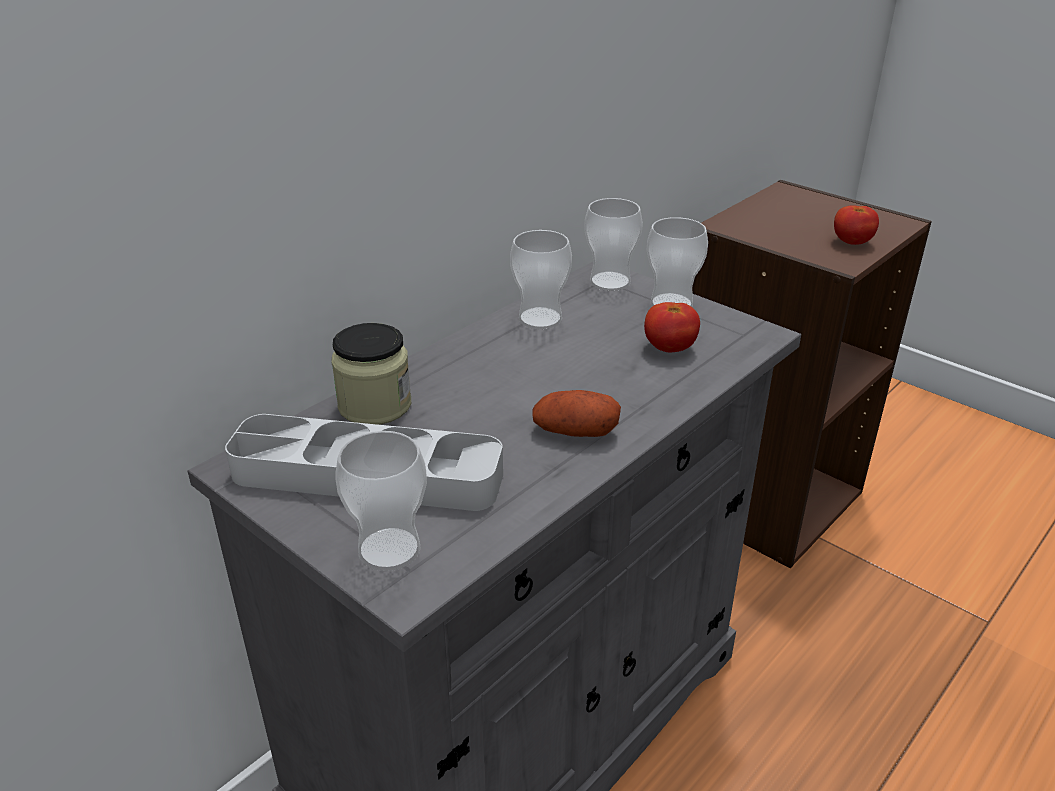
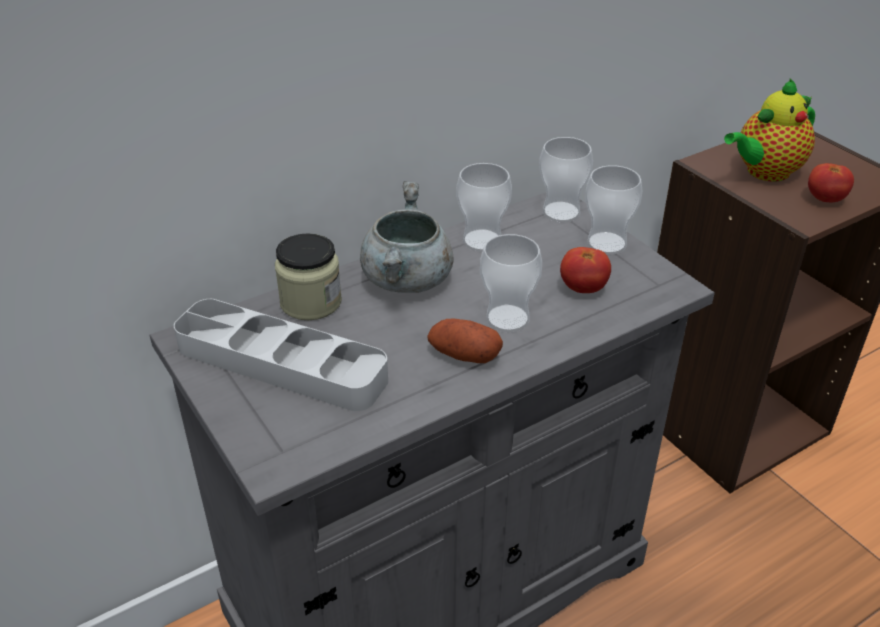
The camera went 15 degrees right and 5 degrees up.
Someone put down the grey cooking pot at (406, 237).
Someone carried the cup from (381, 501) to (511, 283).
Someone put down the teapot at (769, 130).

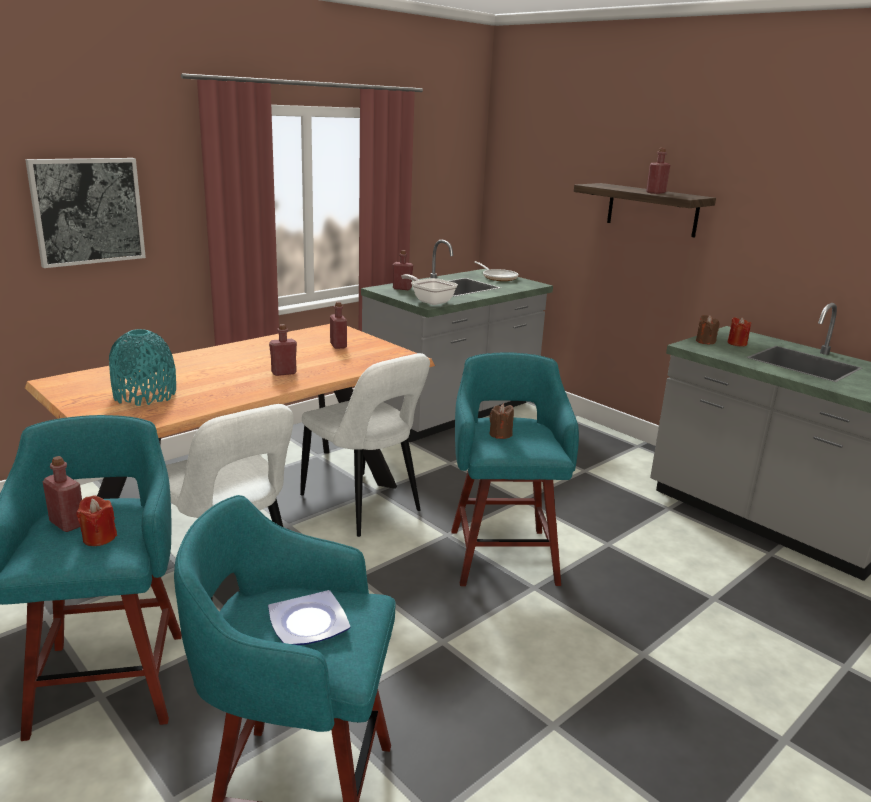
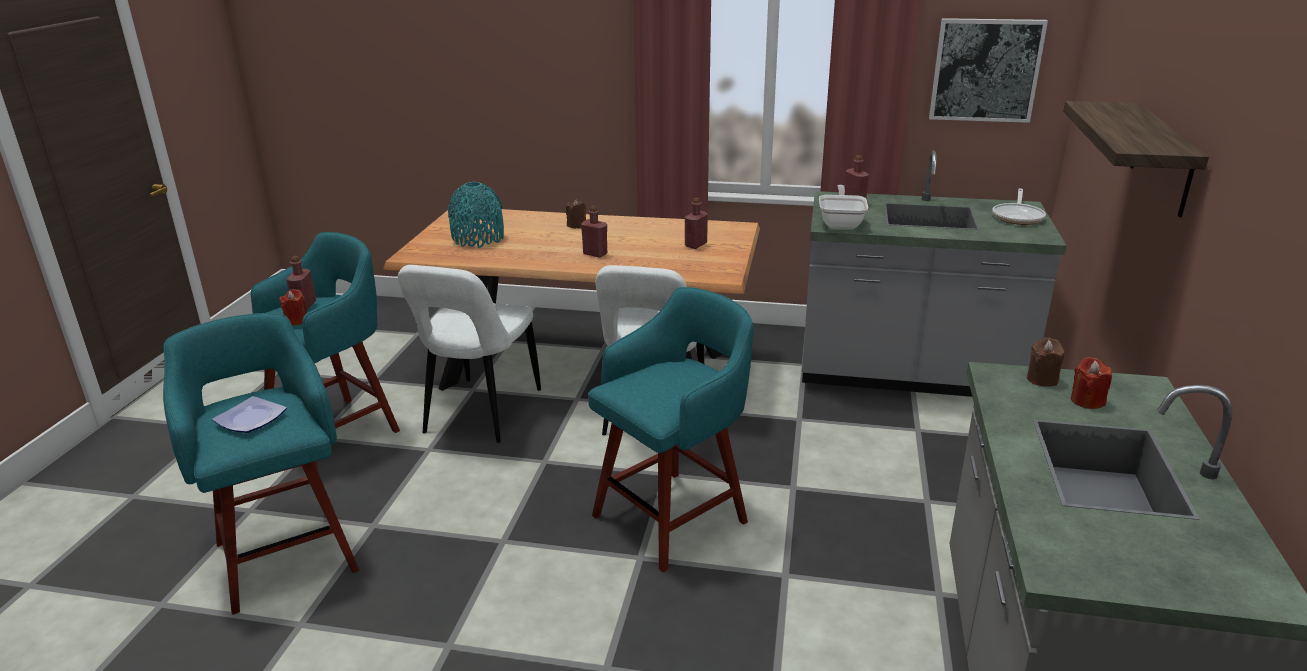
The camera went 55 degrees right and 5 degrees up.
Someone carried the brown candle from (501, 421) to (576, 213).
Someone carried the picture from (85, 213) to (988, 70).
Someone took away the red bottle at (658, 171).

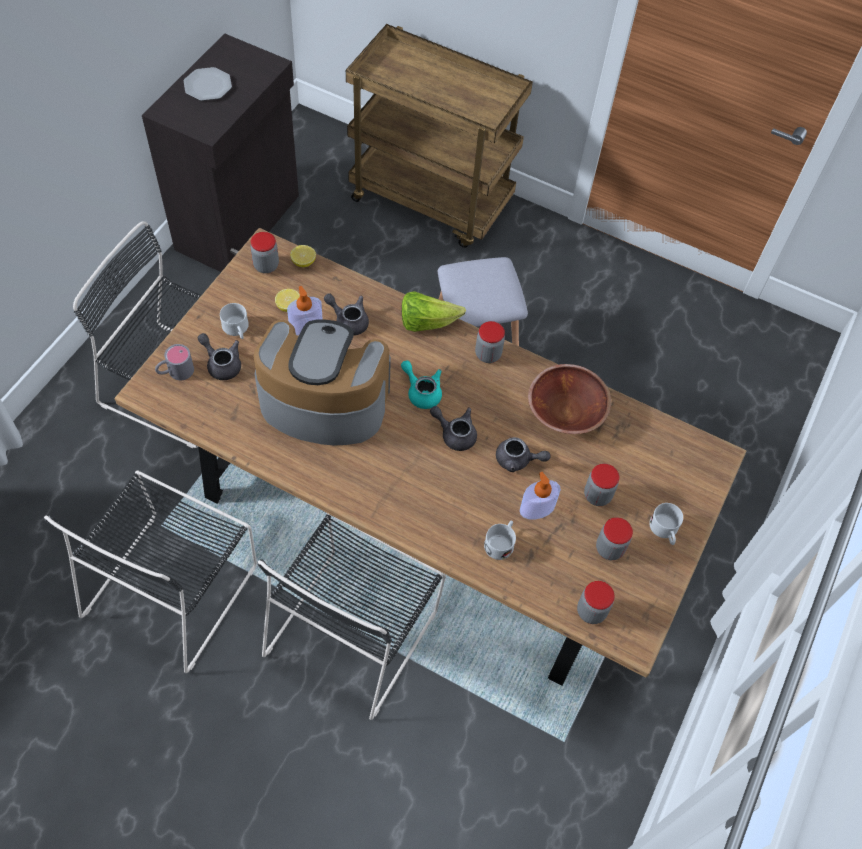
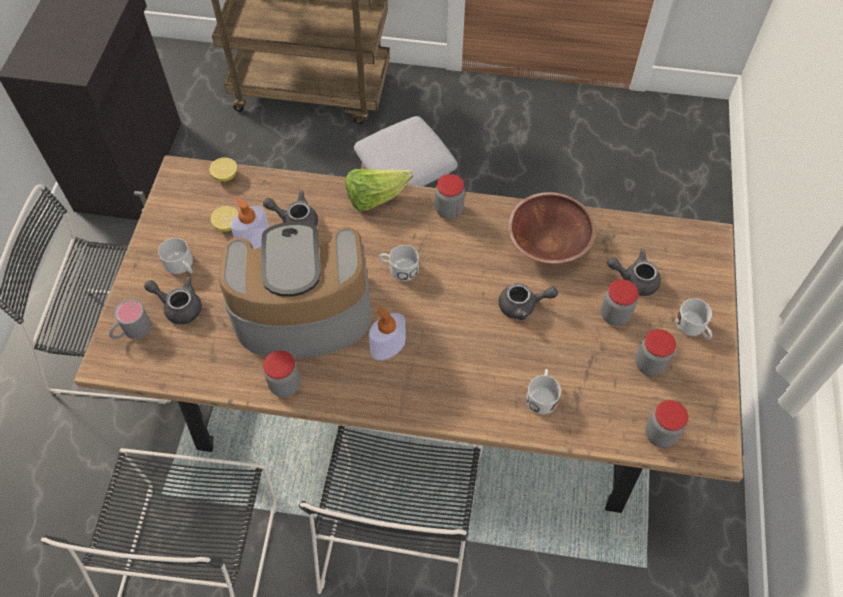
The camera went 15 degrees left and 0 degrees up.
Someone carried the jar from (264, 252) to (282, 373).
Someone carried the soap dispenser from (540, 496) to (387, 333).
Someone swapped the turquoise teapot at (421, 384) for the white mug at (399, 263).
Someone carried the grey teapot from (453, 428) to (634, 272).
Someone took away the plate at (208, 84).

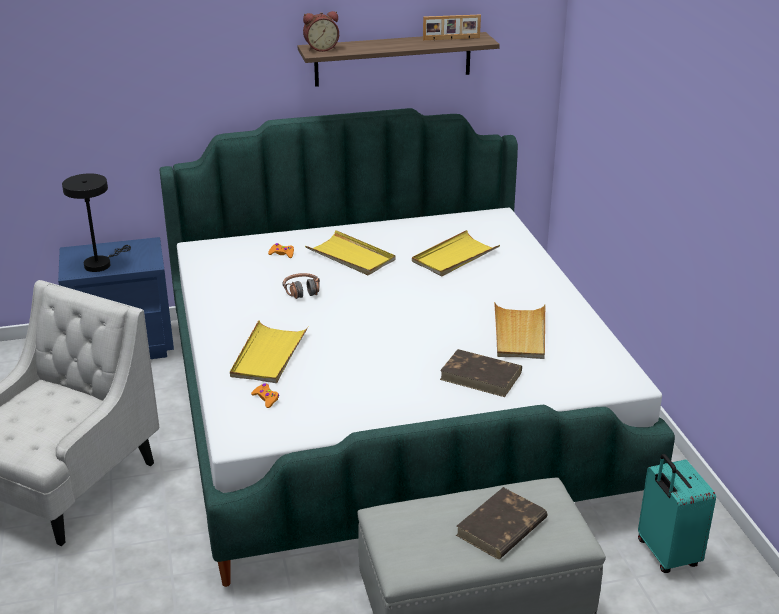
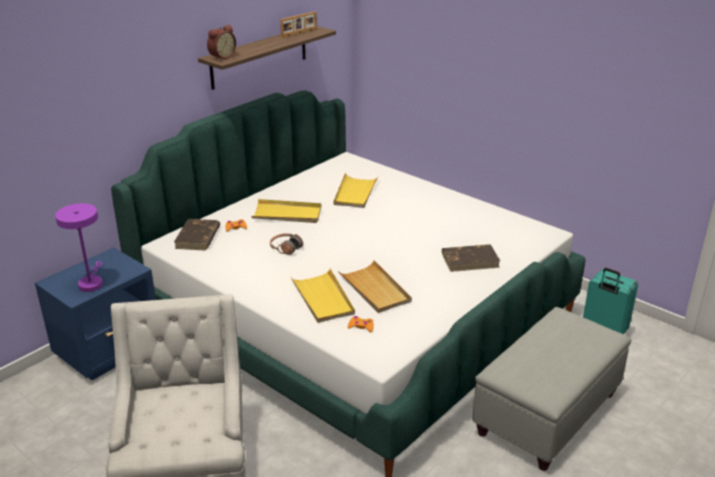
The camera went 35 degrees left and 0 degrees up.
Someone repainted the black table lamp at (96, 222), which became the purple table lamp at (79, 247).
Someone carried the brown book from (502, 523) to (197, 234).
Someone carried the beige tray from (519, 330) to (375, 286).

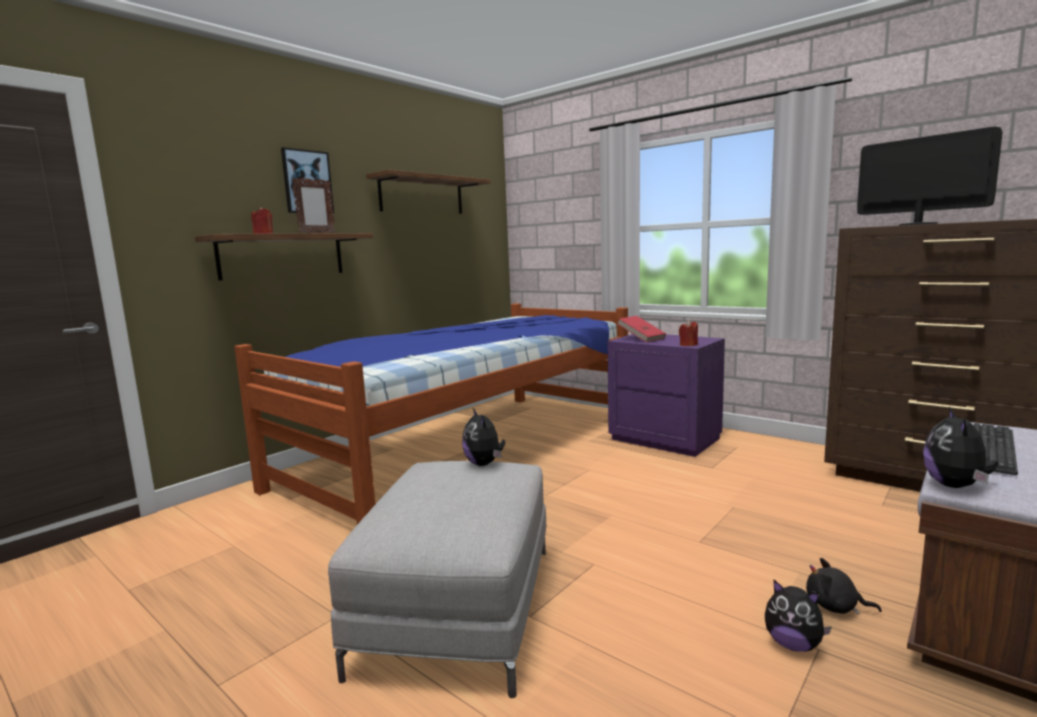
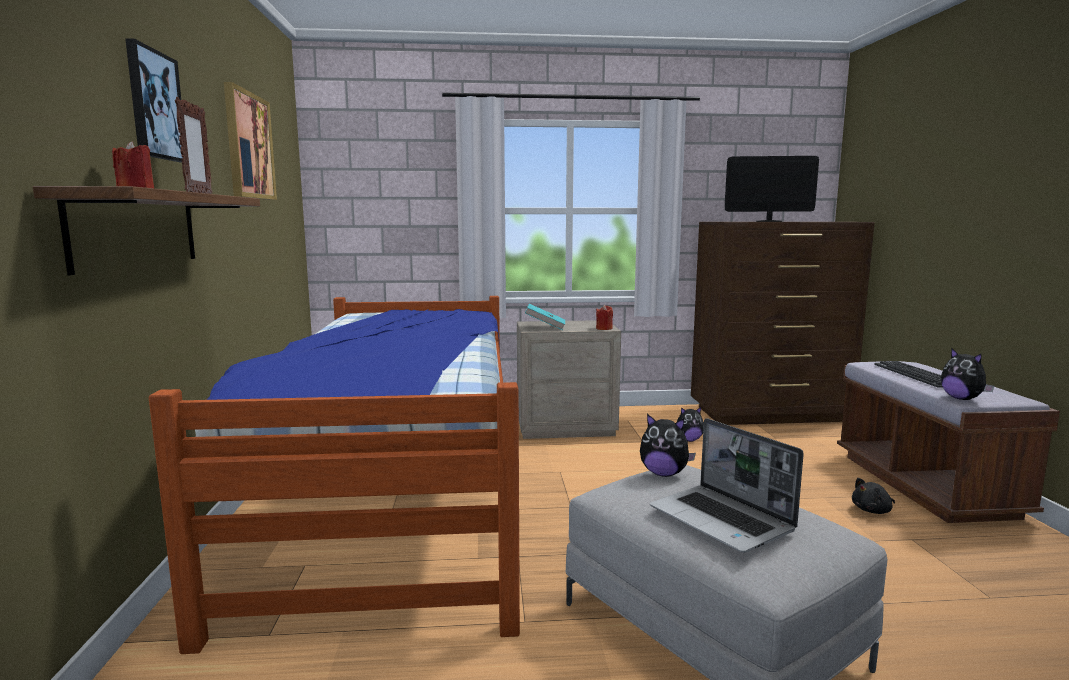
The camera went 45 degrees left and 0 degrees up.
Someone swapped the shelf at (428, 191) for the picture at (250, 141).
Someone repainted the purple nightstand at (666, 395), which became the beige nightstand at (569, 379).
Someone repainted the red book at (641, 329), which became the turquoise book at (545, 317).
Someone put down the laptop at (727, 485).
Someone carried the plush toy from (798, 616) to (690, 424).

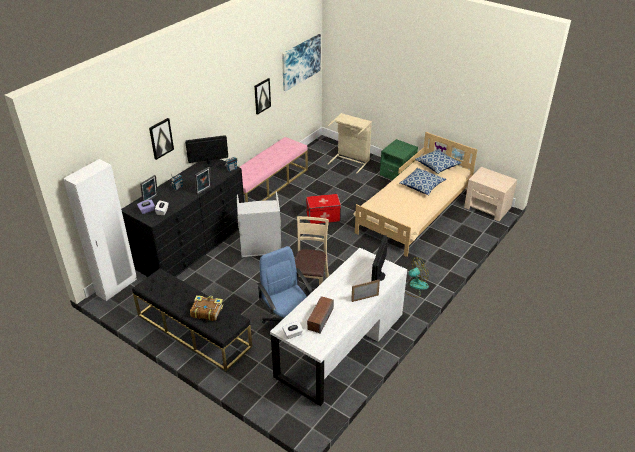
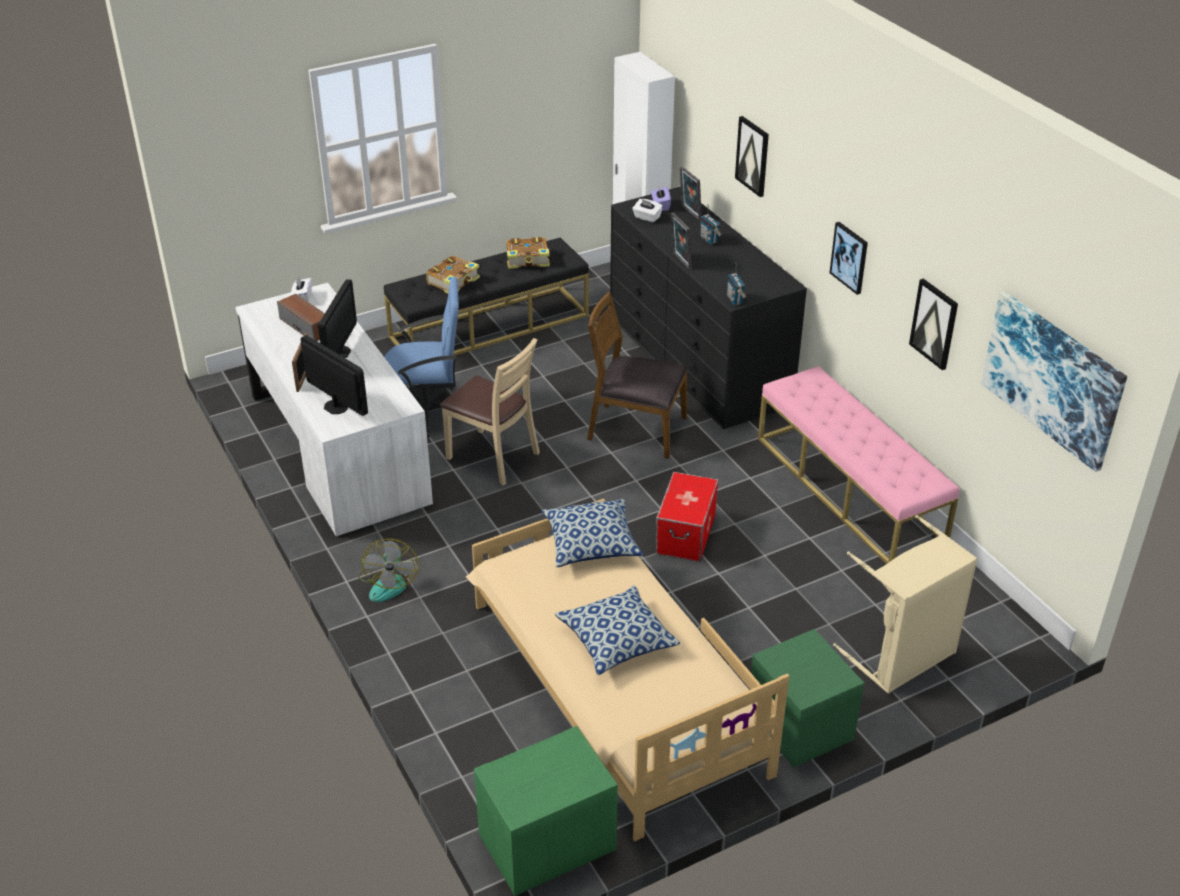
The camera went 115 degrees right and 0 degrees up.
Someone carried the monitor from (206, 151) to (337, 318).
Someone repainted the beige nightstand at (490, 194), which became the green nightstand at (546, 811).
Someone put down the book at (528, 253).
Someone carried the pillow from (438, 161) to (592, 533).
Someone swapped the grey laundry basket at (259, 225) for the brown chair at (637, 375).
Someone put up the picture at (849, 258).

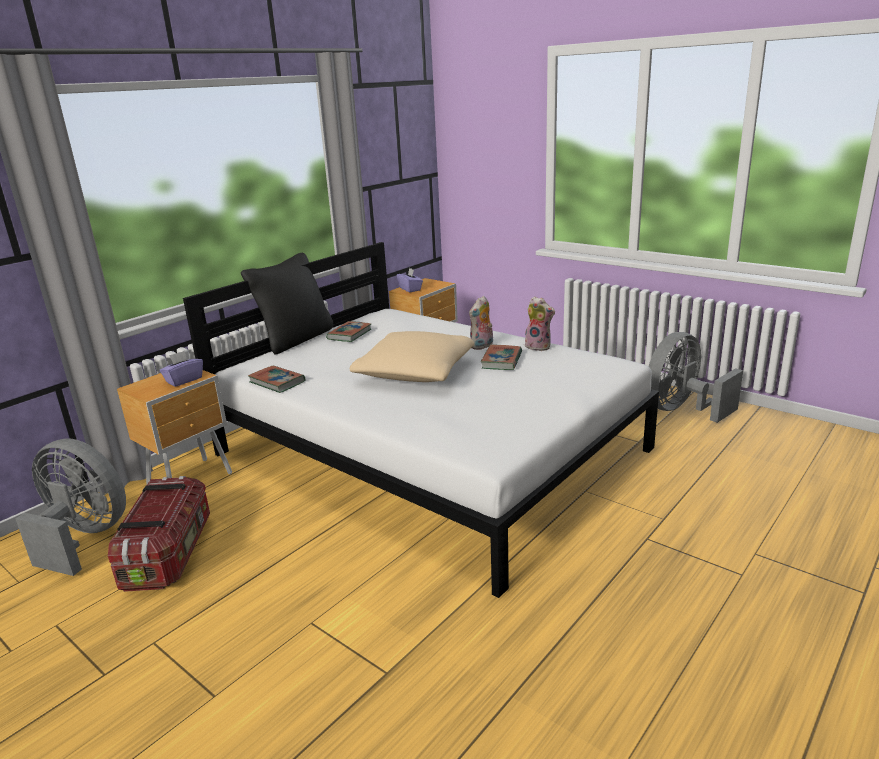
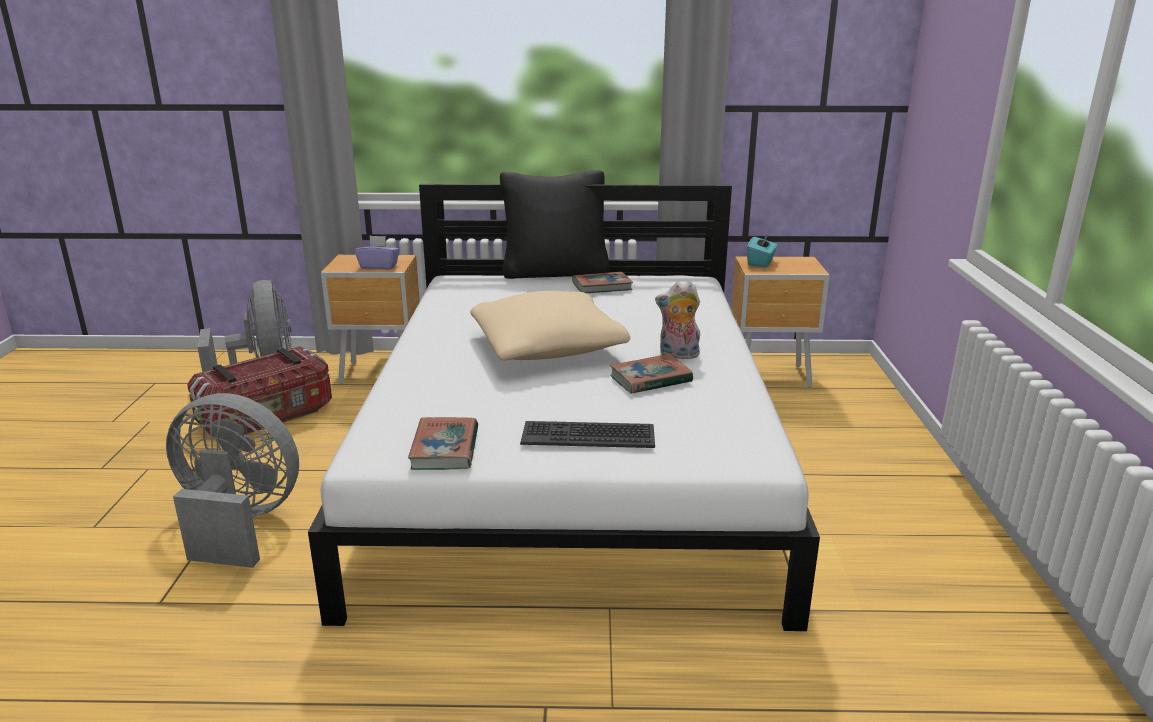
The camera went 50 degrees right and 0 degrees up.
Someone carried the grey fan from (695, 377) to (232, 480).
Someone carried the book from (276, 379) to (443, 443).
Someone put down the keyboard at (587, 434).
Someone repainted the purple tissue box at (410, 280), which became the turquoise tissue box at (762, 249).
Someone took away the plush toy at (540, 323).

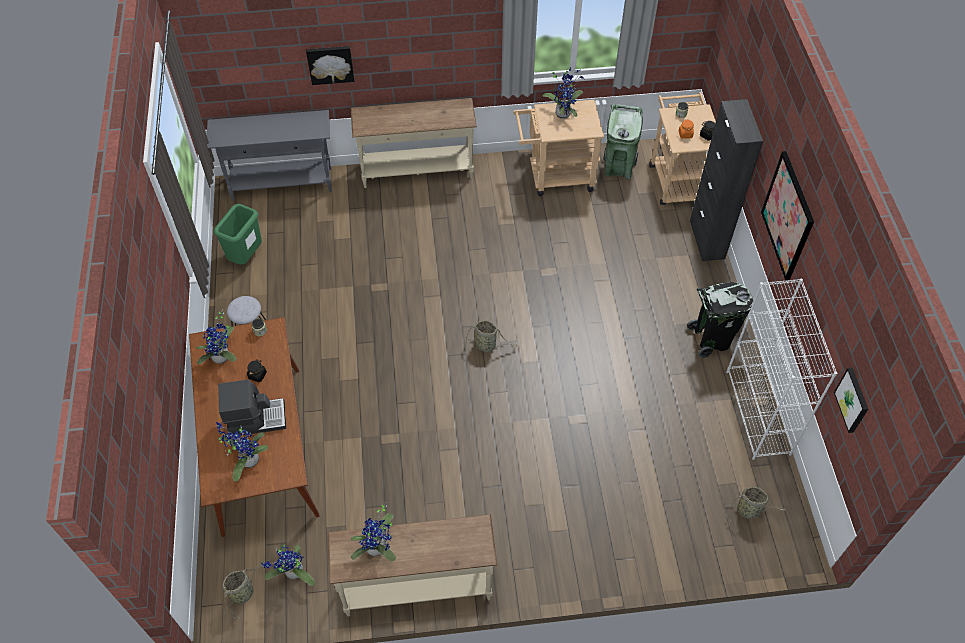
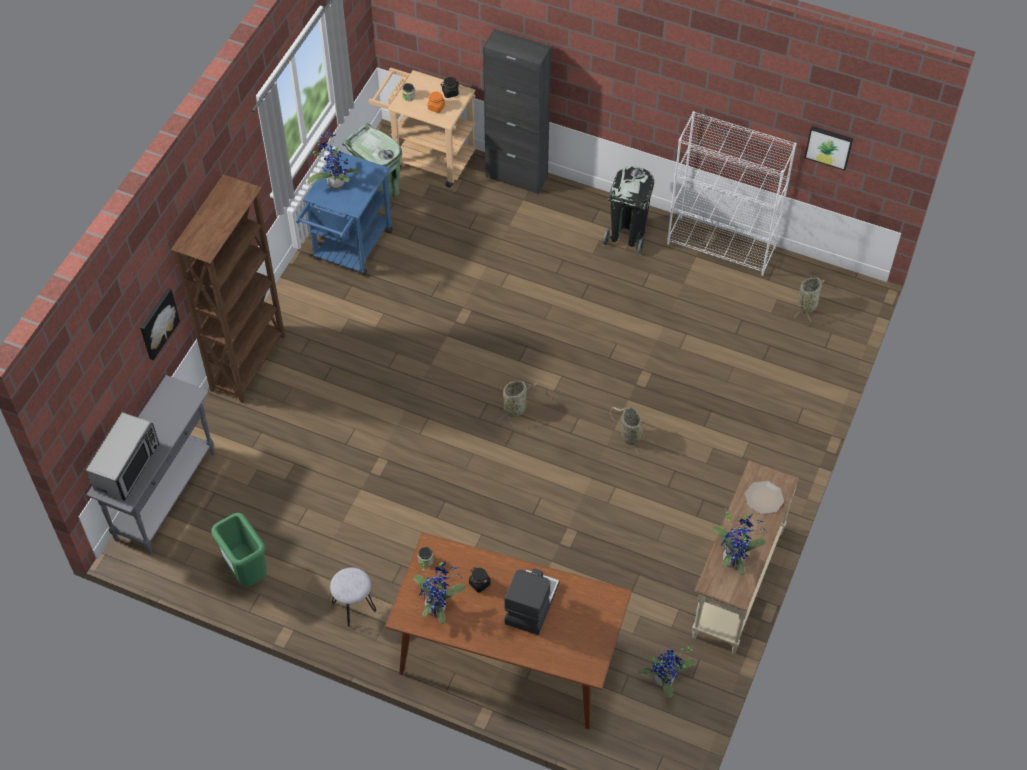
The camera went 60 degrees left and 0 degrees up.
Someone put down the microwave at (122, 456).
Someone swapped the beige console table at (414, 143) for the brown bookcase at (228, 288).
Someone repainted the beige cart at (558, 148), which became the blue cart at (344, 213).
Someone carried the basket from (244, 590) to (632, 431).
Someone put down the plate at (764, 497).
Someone took away the potted plant at (242, 451).
Someone took away the picture at (787, 216).

